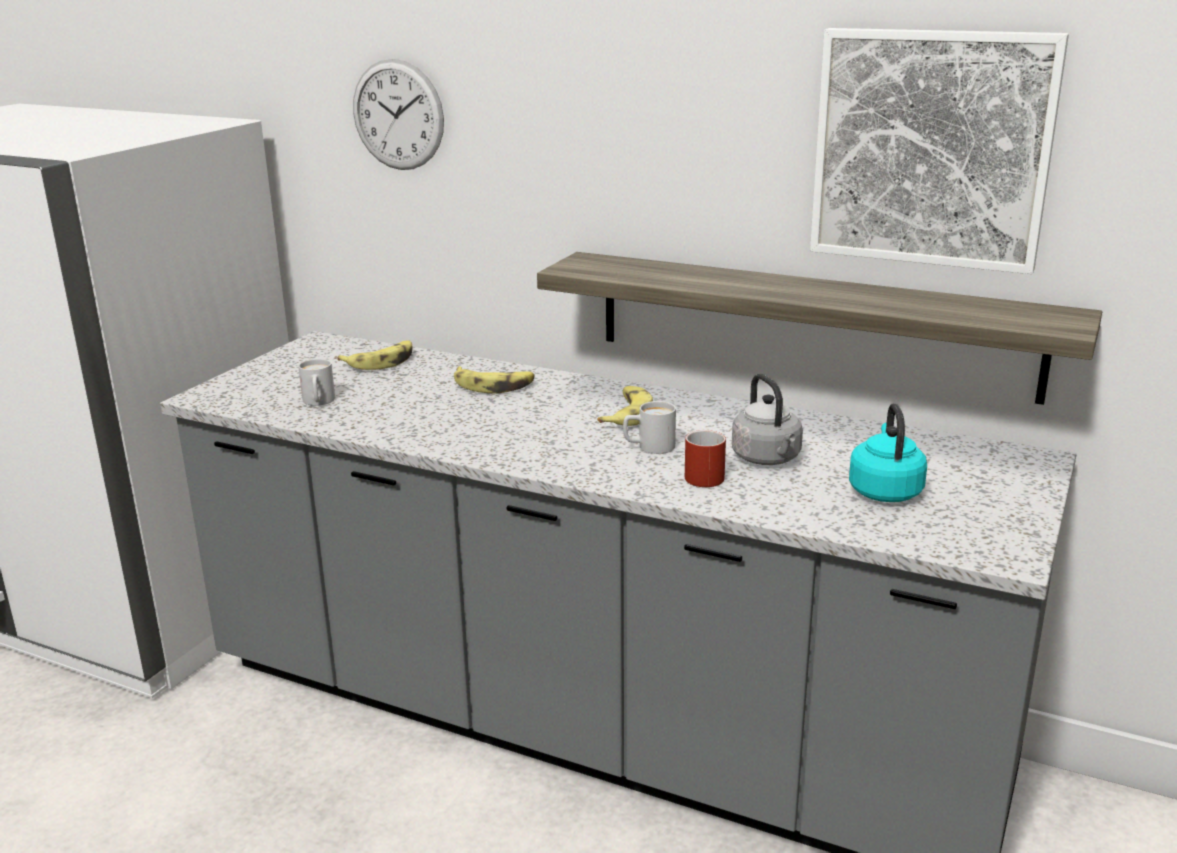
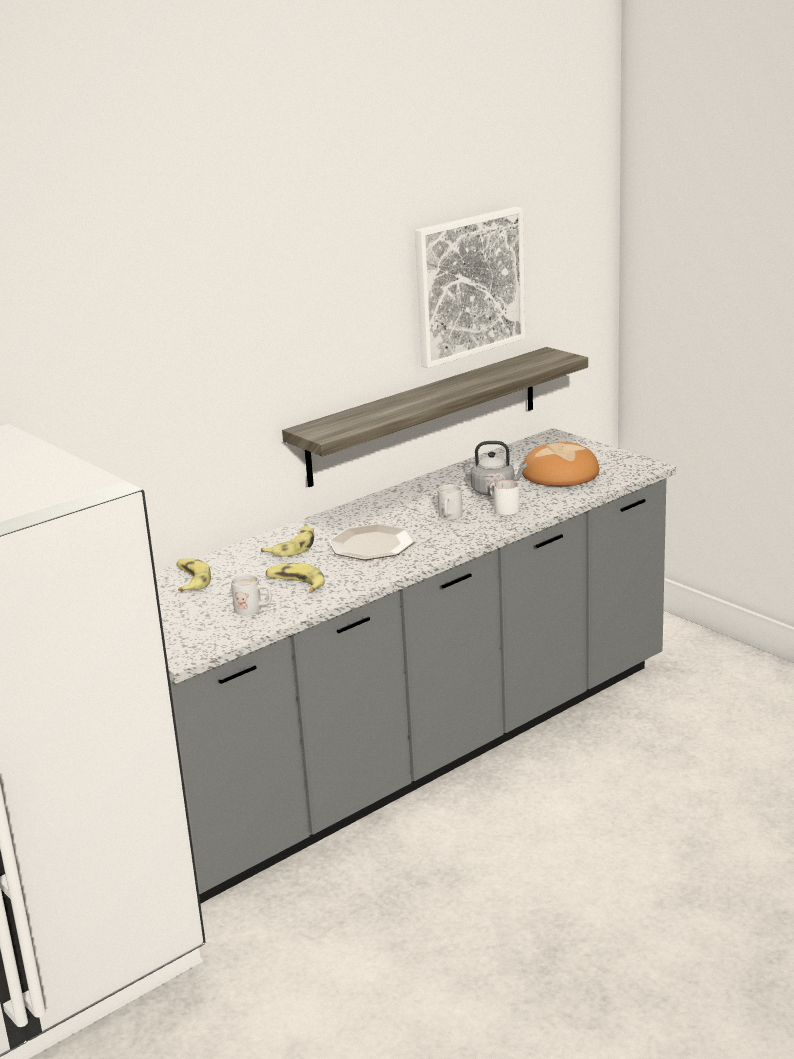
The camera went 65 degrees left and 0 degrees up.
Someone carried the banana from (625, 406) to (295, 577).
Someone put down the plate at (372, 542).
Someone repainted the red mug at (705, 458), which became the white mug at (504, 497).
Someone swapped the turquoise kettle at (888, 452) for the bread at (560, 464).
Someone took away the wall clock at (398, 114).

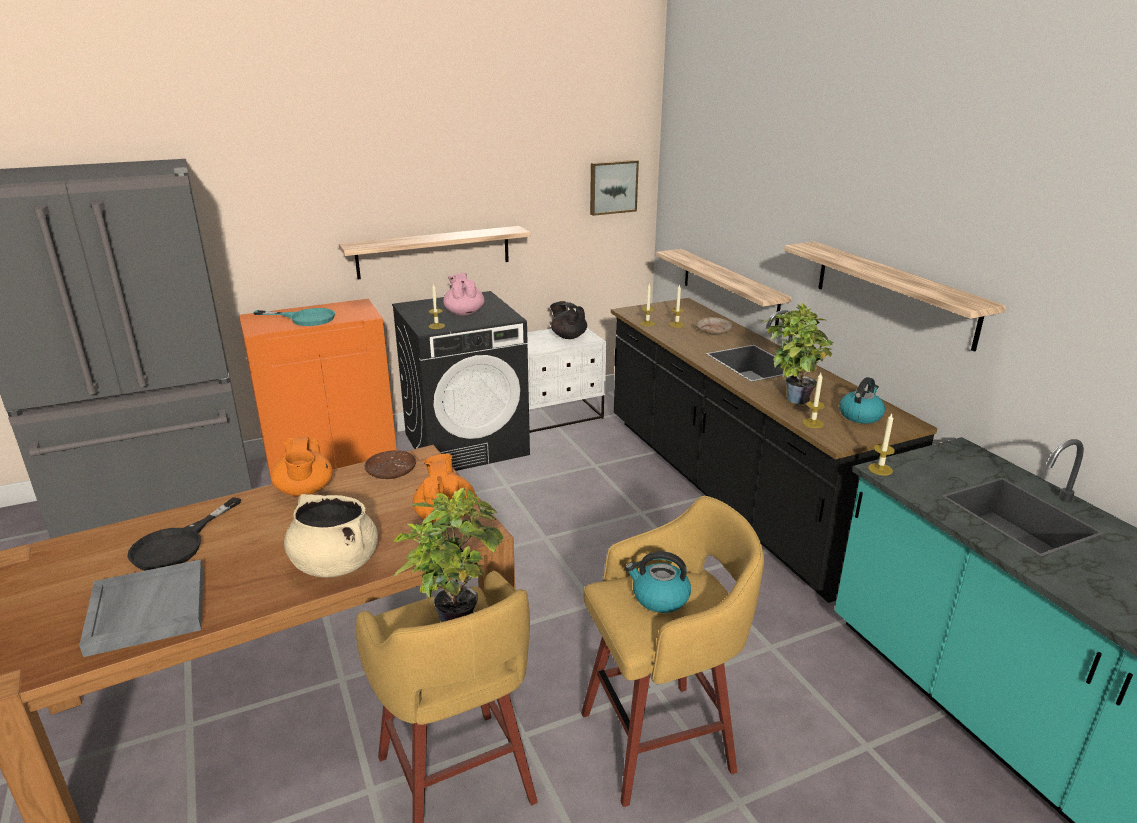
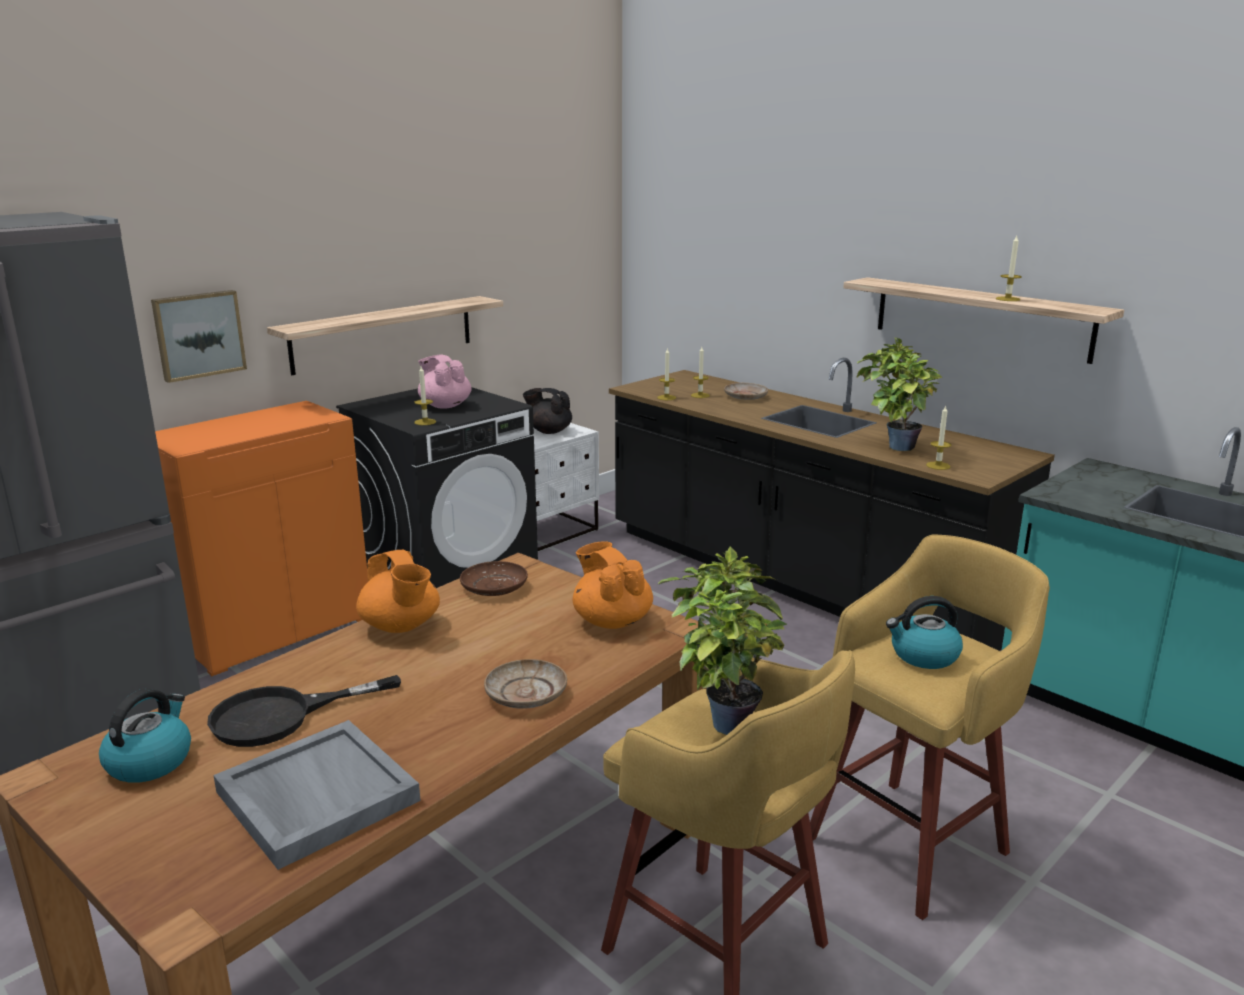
The camera went 20 degrees left and 5 degrees down.
Someone carried the kettle from (862, 400) to (145, 735).
Someone carried the picture from (614, 188) to (199, 336).
Someone rotated the black frying pan at (184, 533) by 60 degrees clockwise.
Someone swapped the beige cooking pot at (331, 536) for the beige plate at (525, 684).
Someone carried the candle from (881, 444) to (1009, 268).
Someone took away the turquoise frying pan at (294, 317).
Someone took away the shelf at (724, 287).

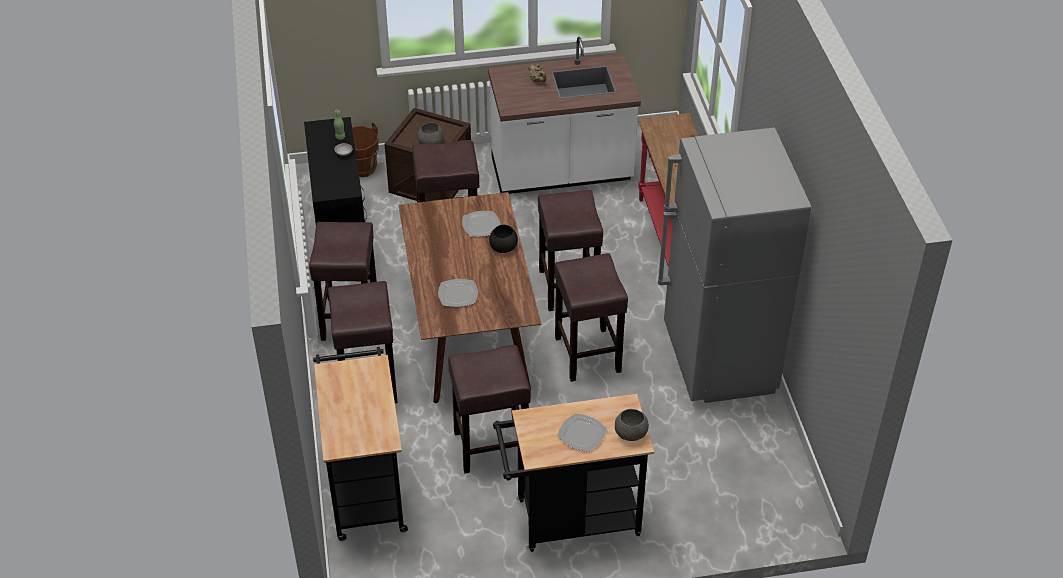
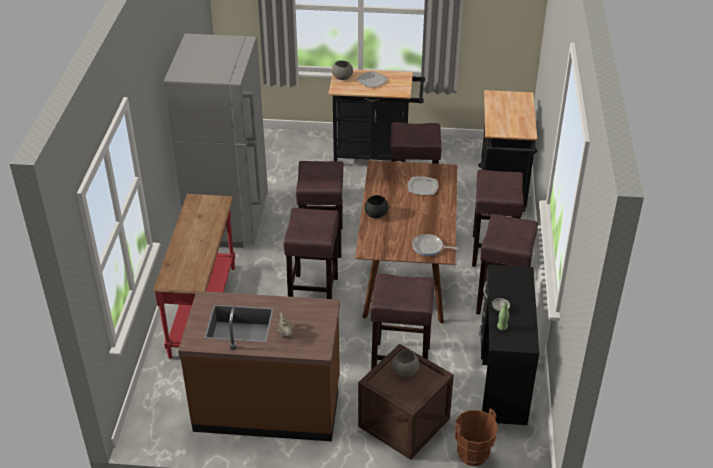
The camera went 165 degrees left and 5 degrees down.
Someone repainted the white counter at (564, 115), which became the brown counter at (259, 366).
Someone put down the frying pan at (435, 245).
Someone took away the plate at (481, 224).

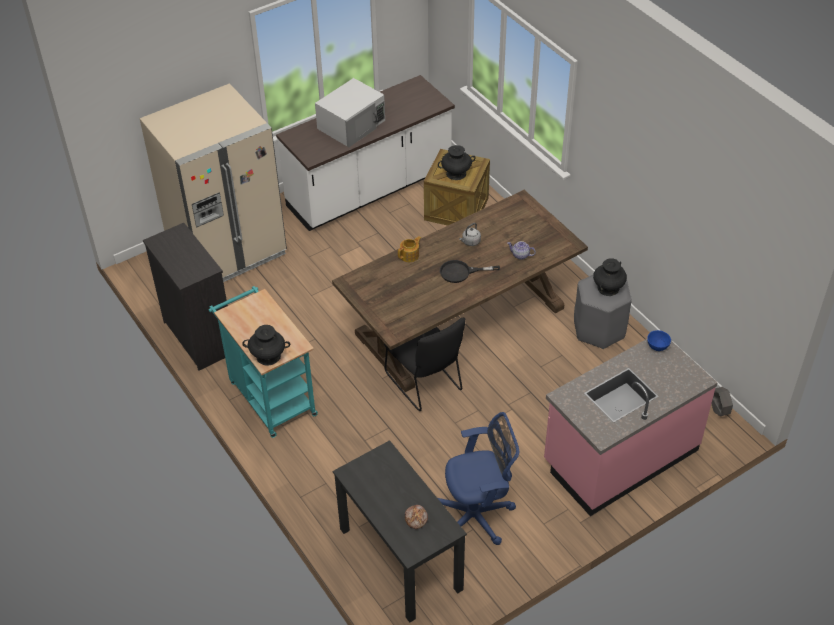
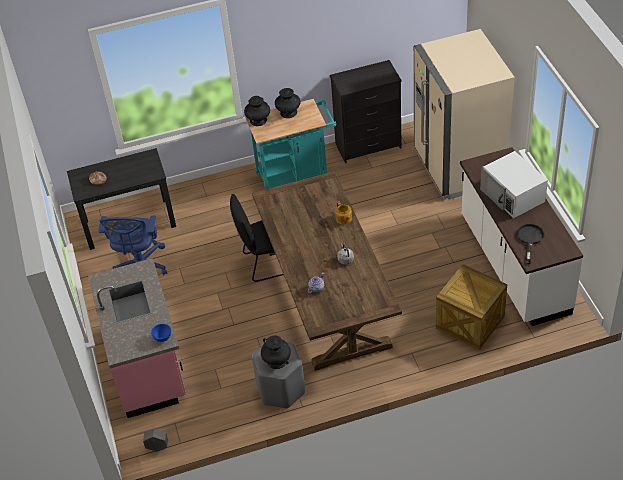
The camera went 110 degrees right and 0 degrees up.
Someone carried the black vase from (456, 162) to (287, 103).
Someone carried the black frying pan from (470, 271) to (530, 244).

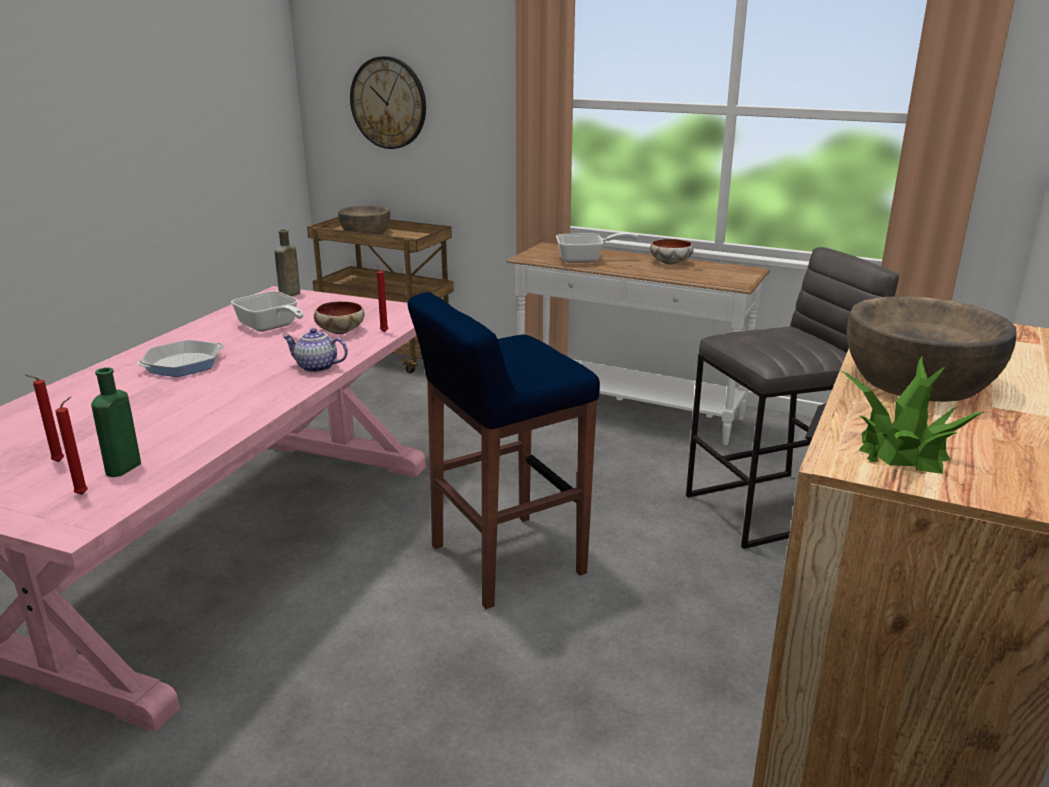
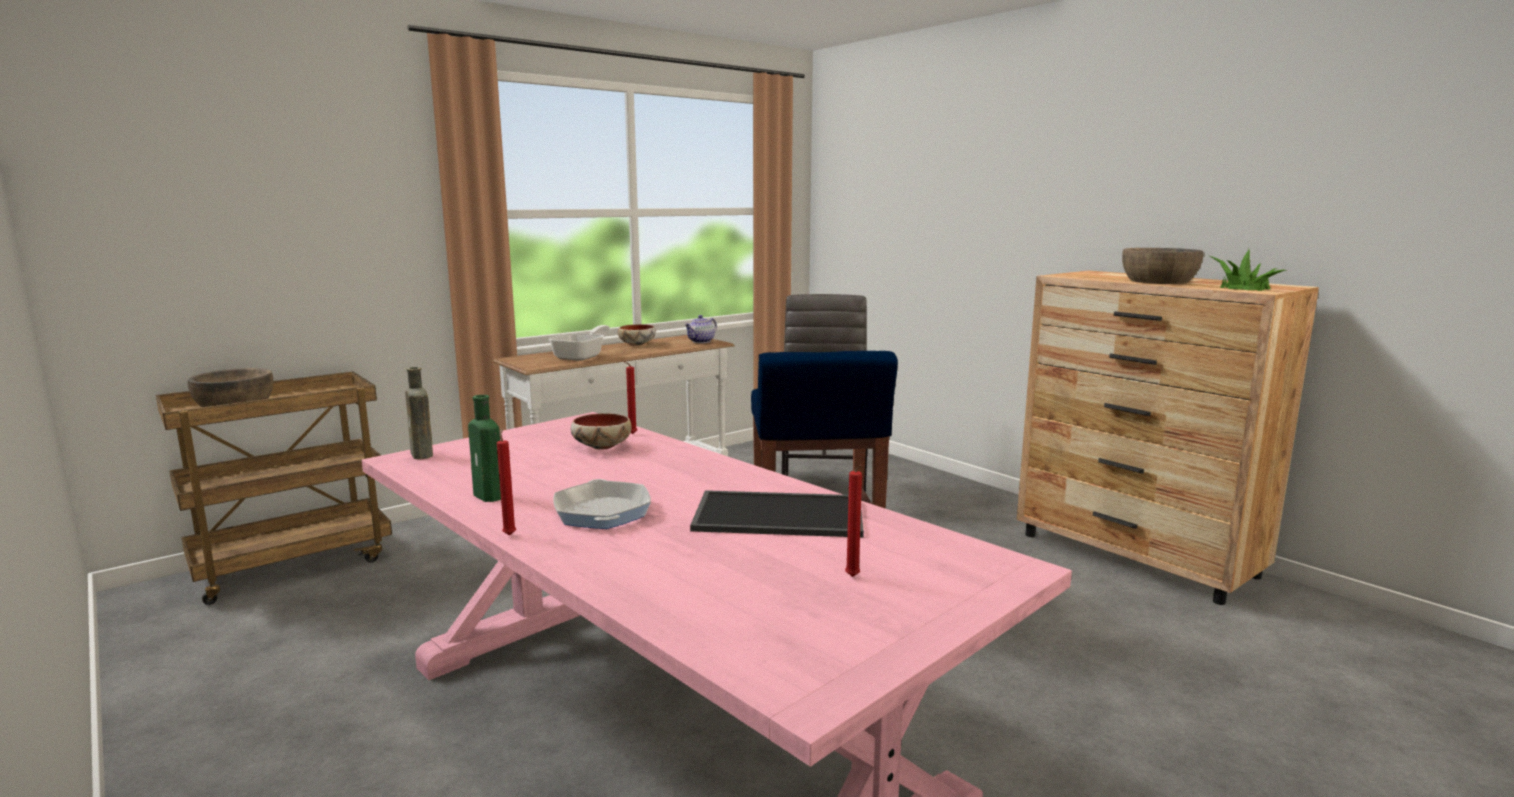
The camera went 65 degrees left and 10 degrees down.
Someone carried the green bottle from (116, 422) to (484, 448).
Someone carried the red candle from (71, 446) to (506, 481).
Someone carried the teapot from (315, 350) to (700, 329).
Someone put down the tray at (777, 514).
Someone took away the frying pan at (267, 311).
Someone took away the wall clock at (388, 102).

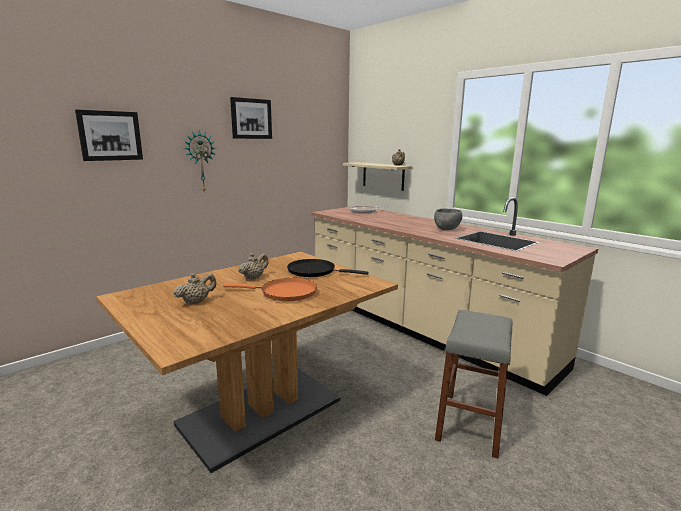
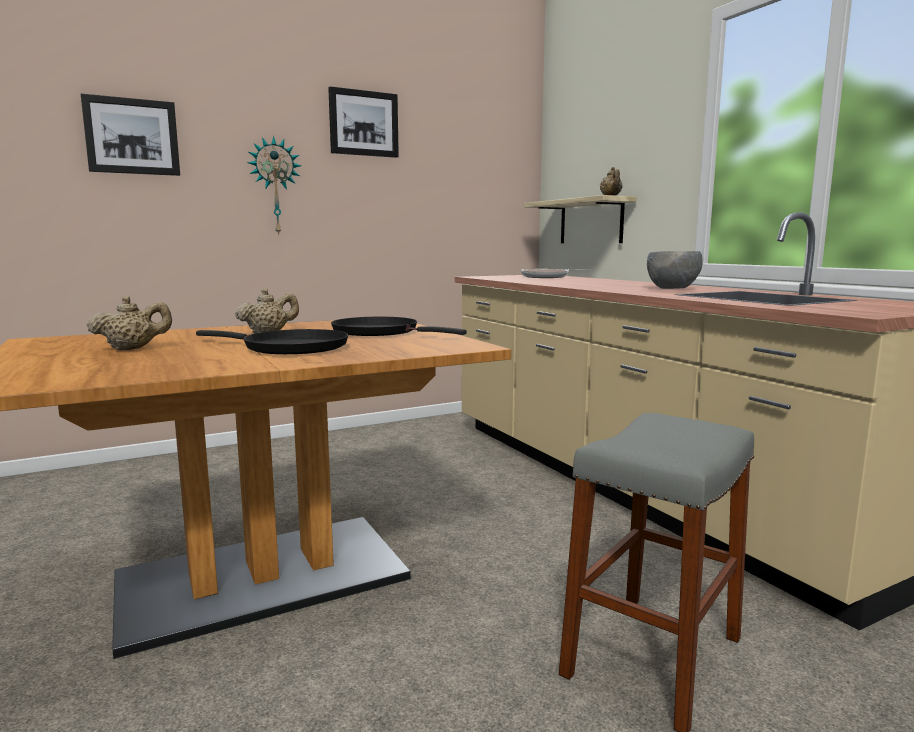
The camera went 15 degrees right and 5 degrees down.
Someone repainted the orange frying pan at (270, 289), which became the black frying pan at (272, 341).

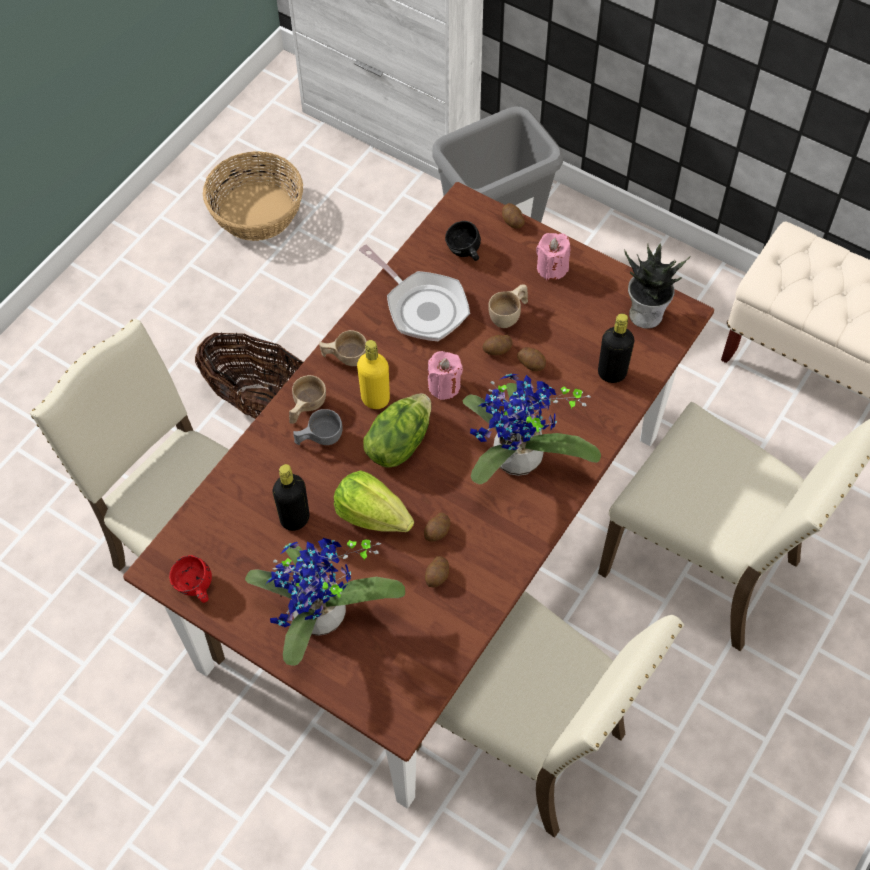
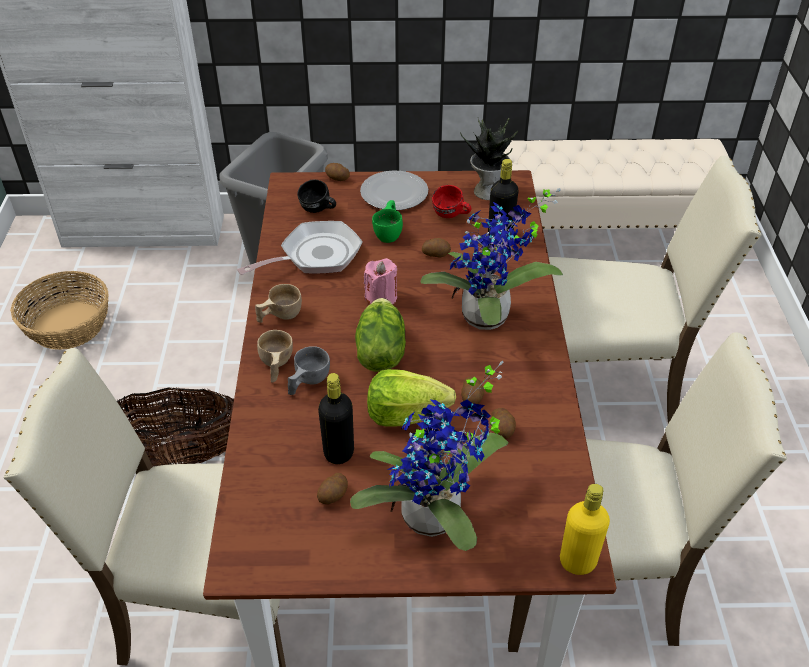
The camera went 35 degrees left and 15 degrees down.
Someone rotated the frying pan at (414, 292) by 45 degrees counterclockwise.
Someone carried the potato from (497, 345) to (332, 488).
Someone swapped the pink candle at (553, 257) for the plate at (394, 190).
Someone repainted the beige cup at (508, 306), which became the green cup at (387, 221).
Someone carried the red mug from (190, 579) to (451, 201).
Someone carried the yellow bottle from (373, 374) to (585, 529).

